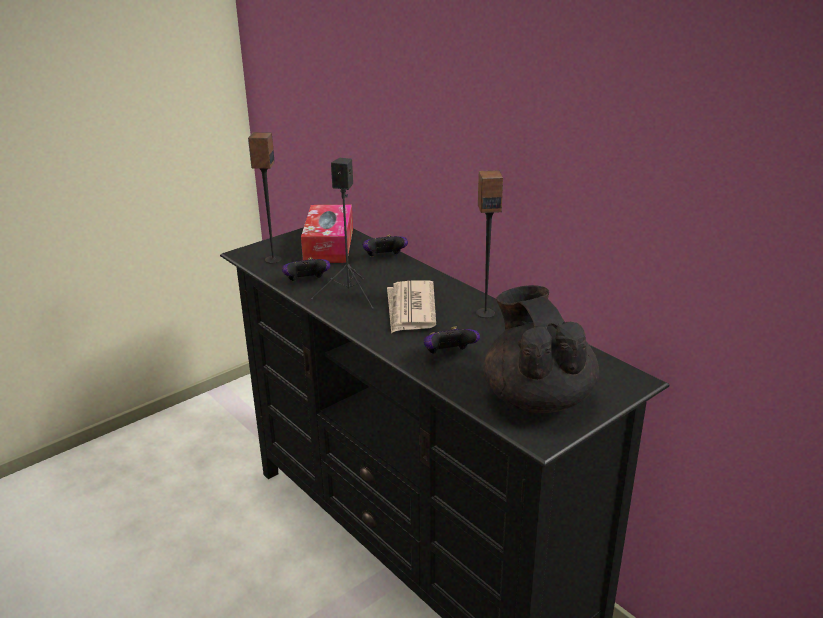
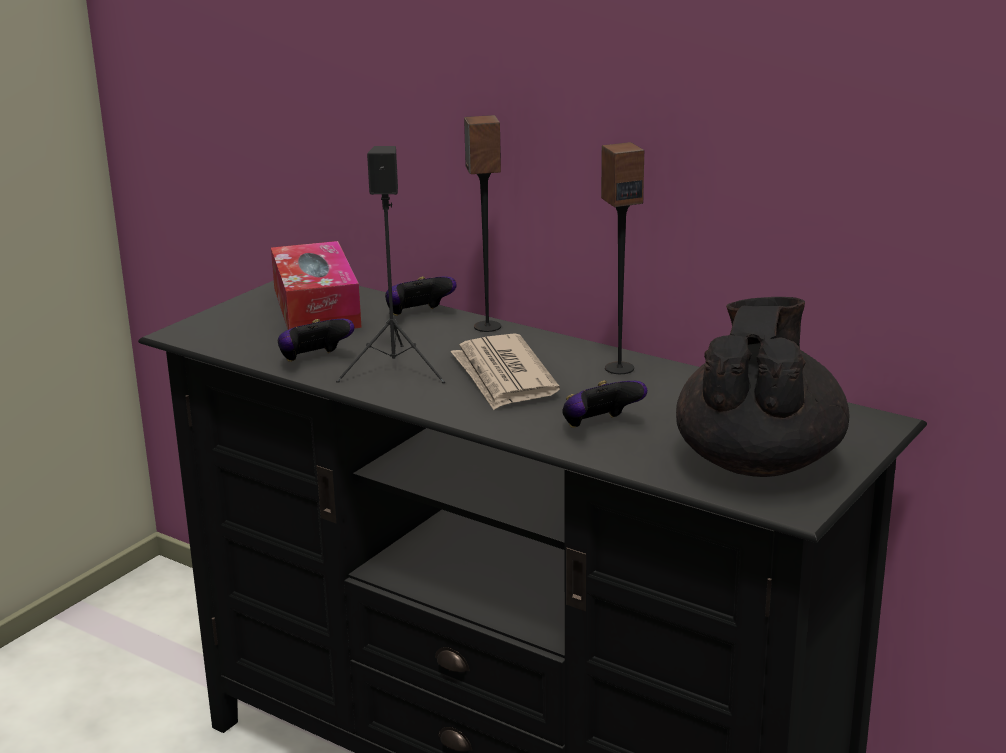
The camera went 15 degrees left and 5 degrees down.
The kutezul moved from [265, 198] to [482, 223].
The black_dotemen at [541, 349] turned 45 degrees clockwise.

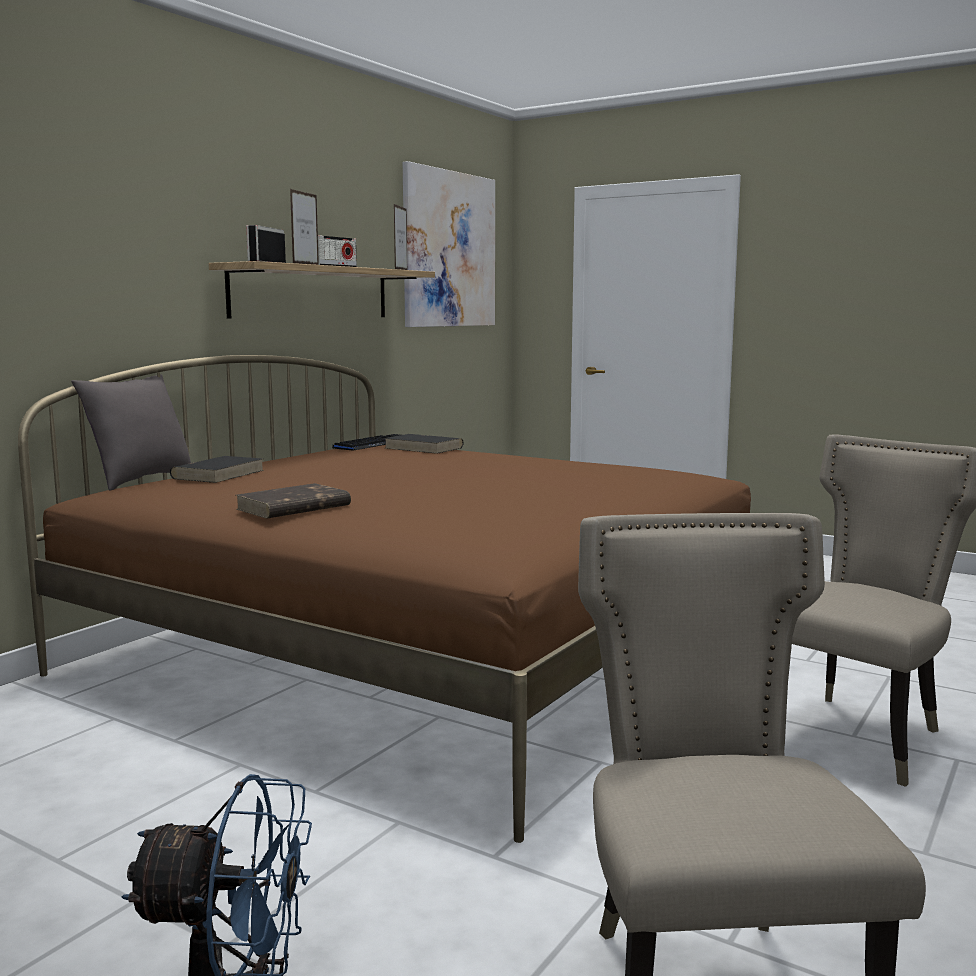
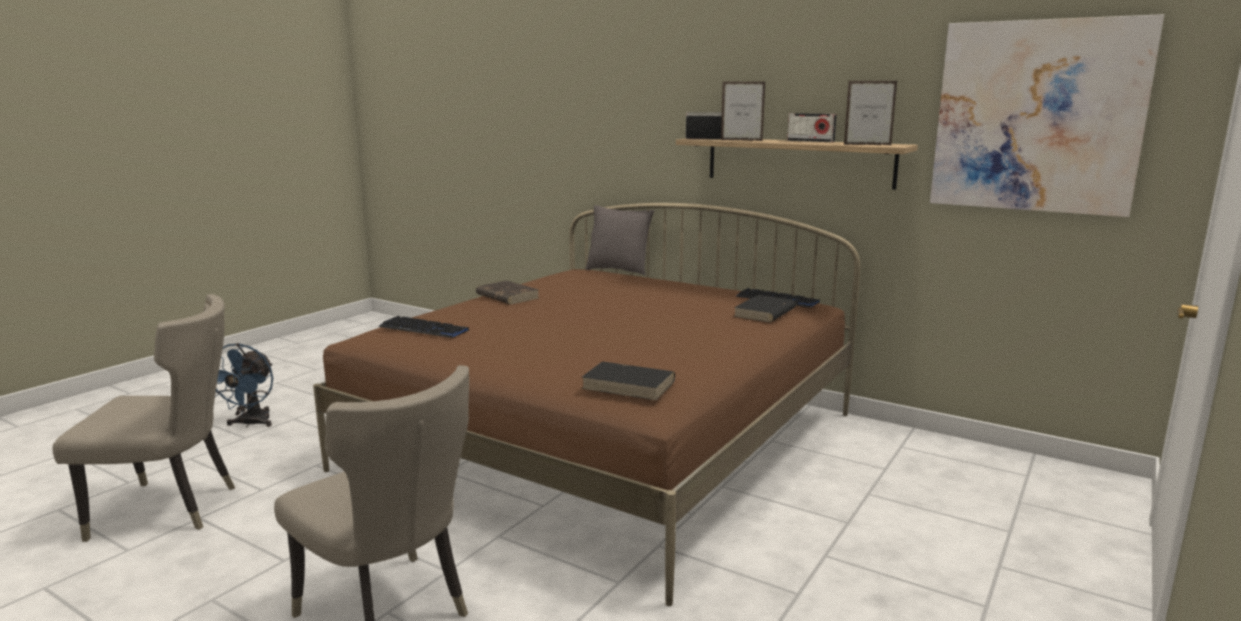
The camera went 90 degrees right and 5 degrees up.
The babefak at [423, 327] appeared.
The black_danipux moved from [217, 469] to [628, 381].

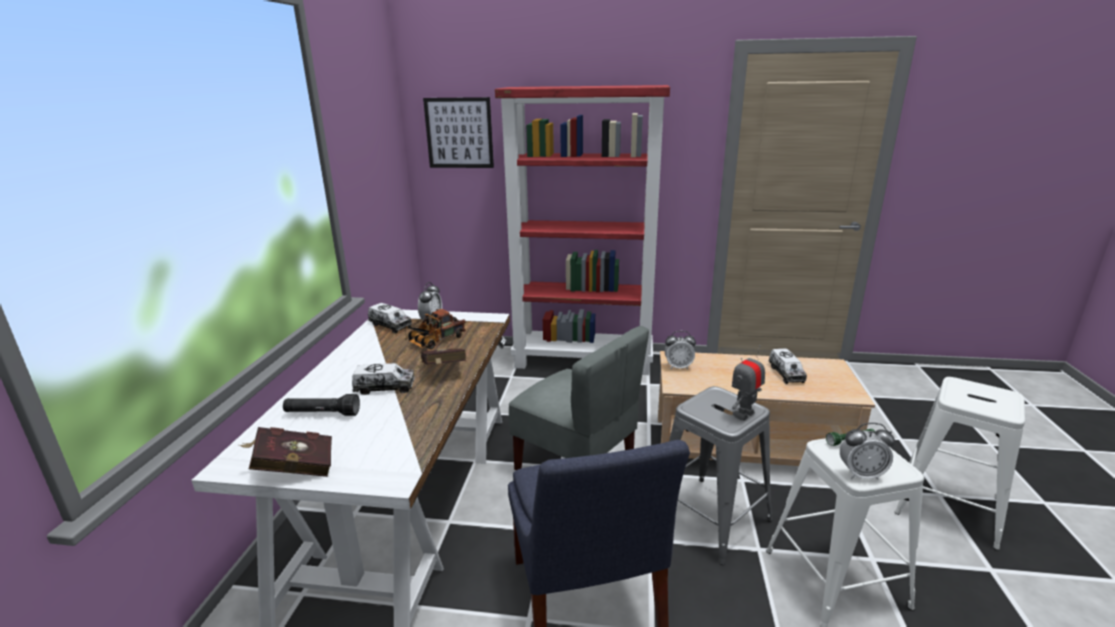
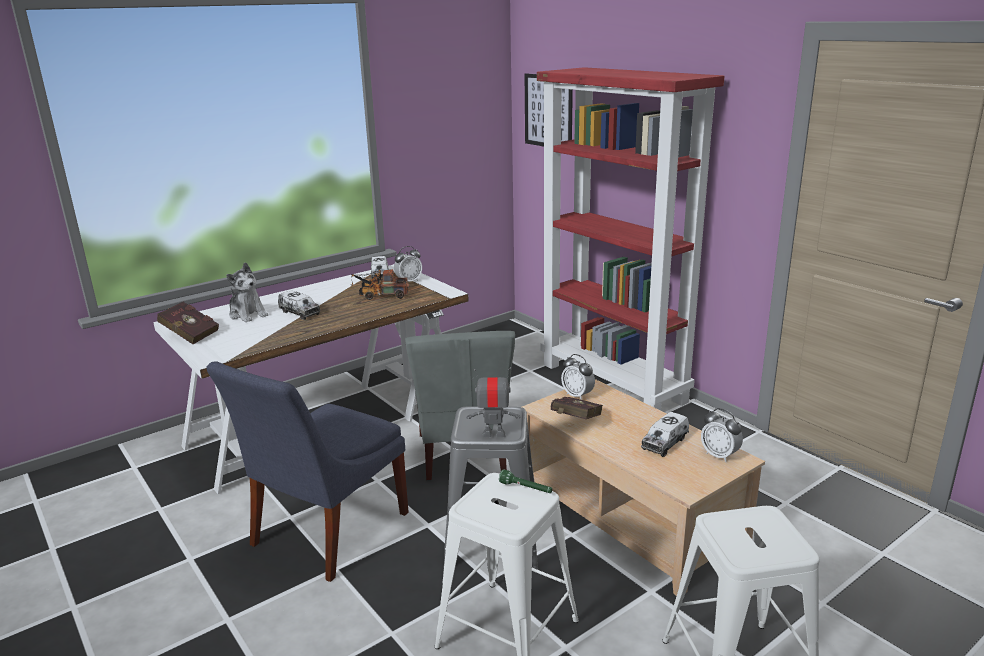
The camera went 45 degrees right and 0 degrees up.
The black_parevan at [321, 405] was replaced by the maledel at [247, 292].
The red_danipux moved from [443, 356] to [577, 408].
The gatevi moved from [867, 451] to [722, 435].

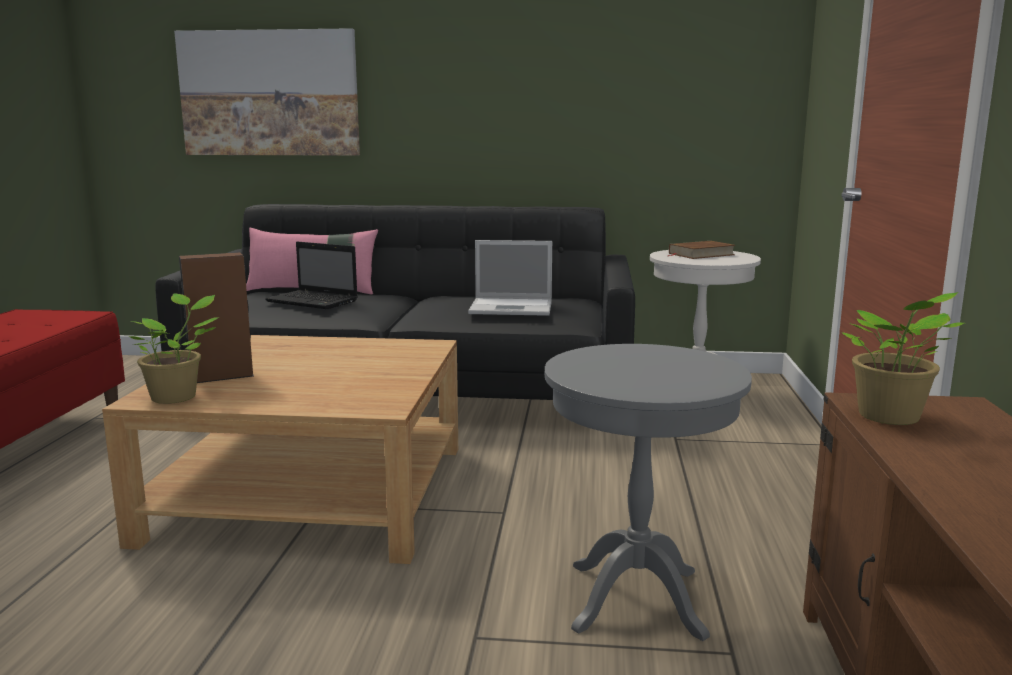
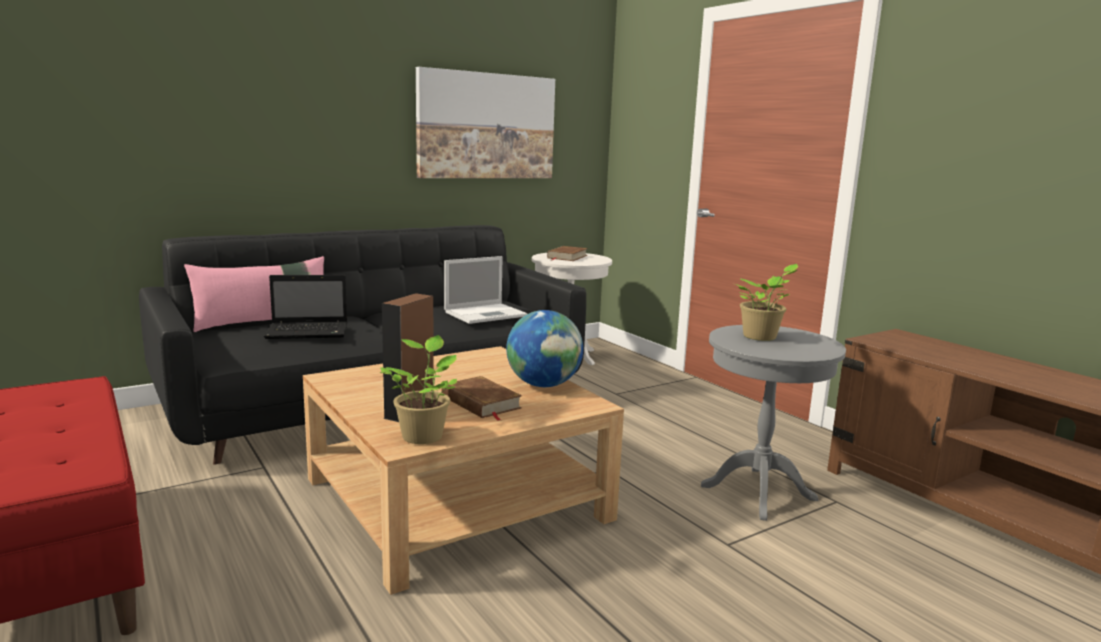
The camera went 40 degrees left and 0 degrees up.
The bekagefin moved from [267, 92] to [485, 122].
The brown_danipux at [481, 398] appeared.
The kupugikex at [544, 348] appeared.
The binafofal moved from [903, 358] to [766, 302].

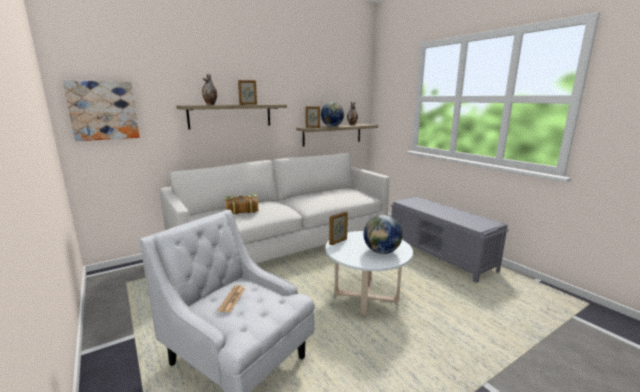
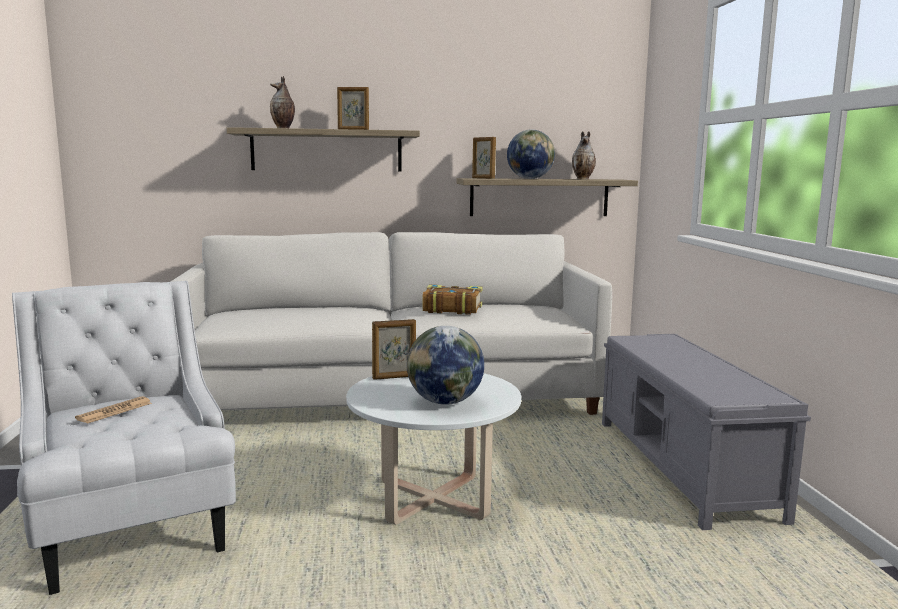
The camera went 25 degrees right and 5 degrees down.
The danipux moved from [241, 204] to [452, 300].
The bekagefin at [101, 110] disappeared.

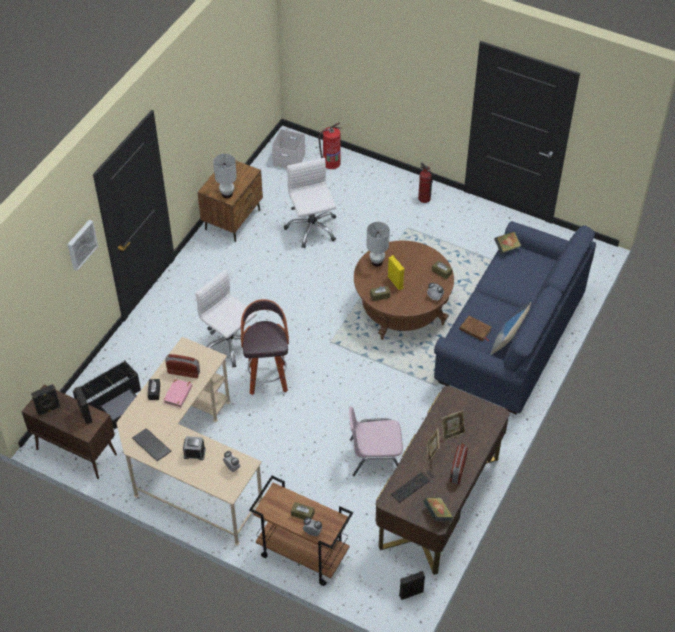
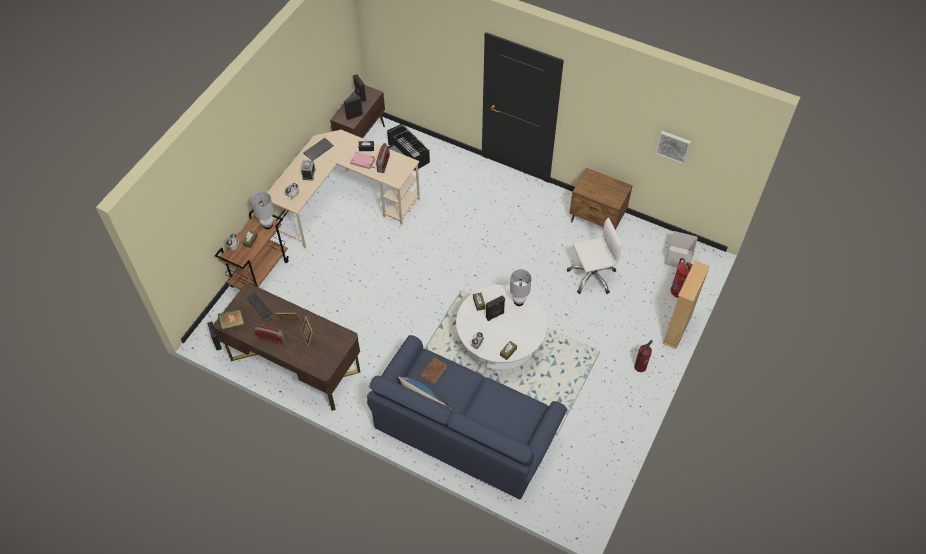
The camera went 90 degrees right and 5 degrees up.
The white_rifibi moved from [225, 176] to [262, 210].
The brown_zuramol at [404, 290] became the white_zuramol at [501, 329].
The yellow_kutezul at [396, 272] became the black_kutezul at [495, 308].
The bekagefin moved from [83, 245] to [673, 147].
The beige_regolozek at [686, 305] appeared.
The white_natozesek at [226, 318] disappeared.
The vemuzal at [265, 347] disappeared.
The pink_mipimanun at [376, 441] disappeared.
The danipux at [507, 242] disappeared.

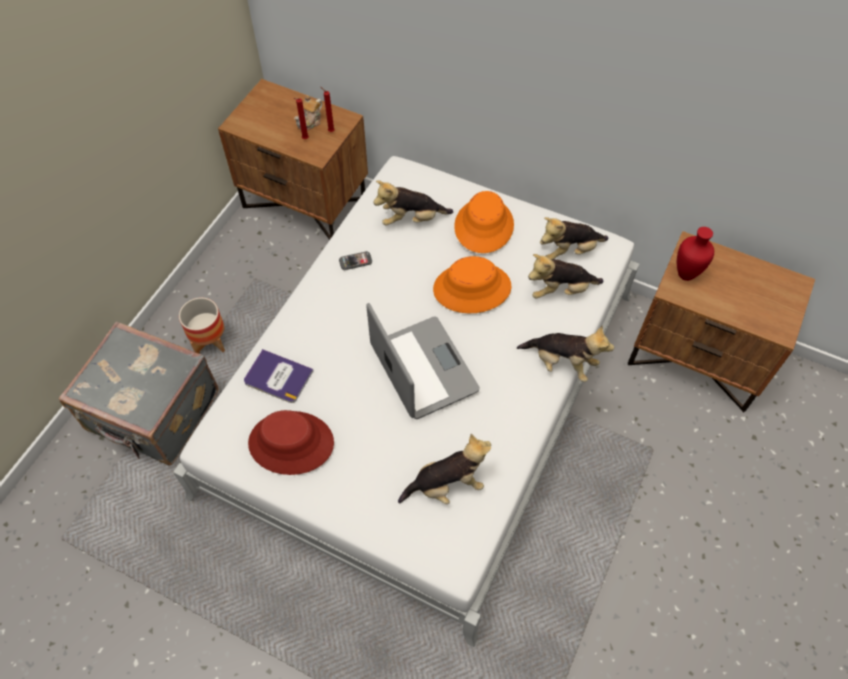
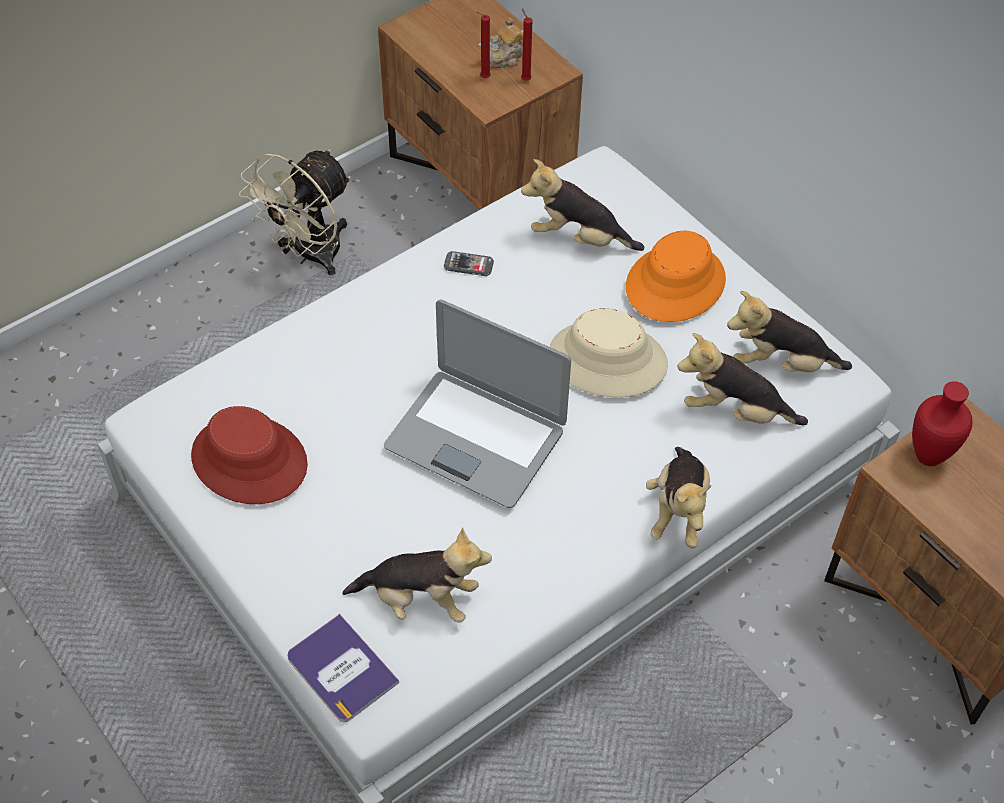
The camera went 25 degrees right and 5 degrees down.
The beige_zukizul at [295, 212] appeared.
The danipux moved from [279, 376] to [343, 668].
The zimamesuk at [423, 361] turned 120 degrees clockwise.
The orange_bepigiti at [472, 284] became the beige_bepigiti at [609, 352].
The maledel at [565, 354] turned 45 degrees clockwise.
The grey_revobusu at [139, 393] disappeared.
The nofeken at [202, 325] disappeared.

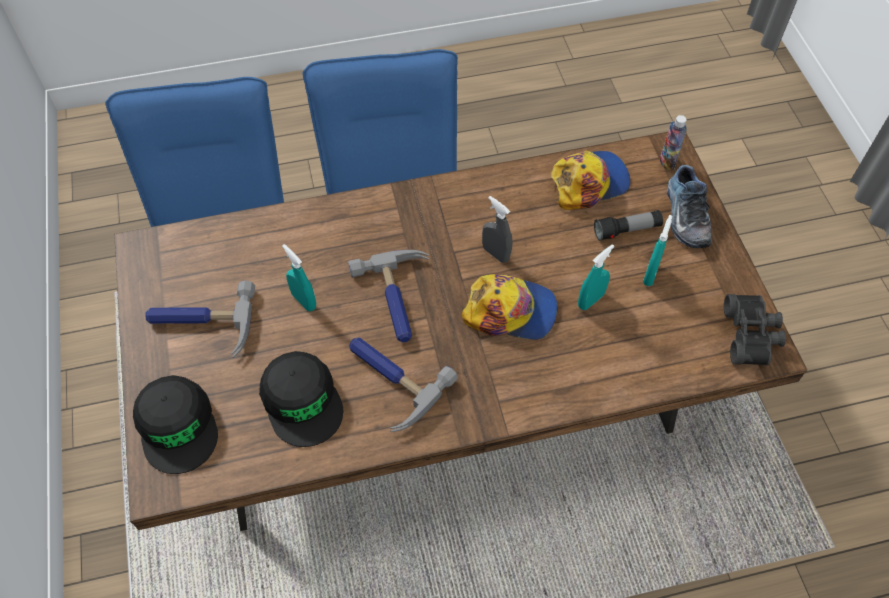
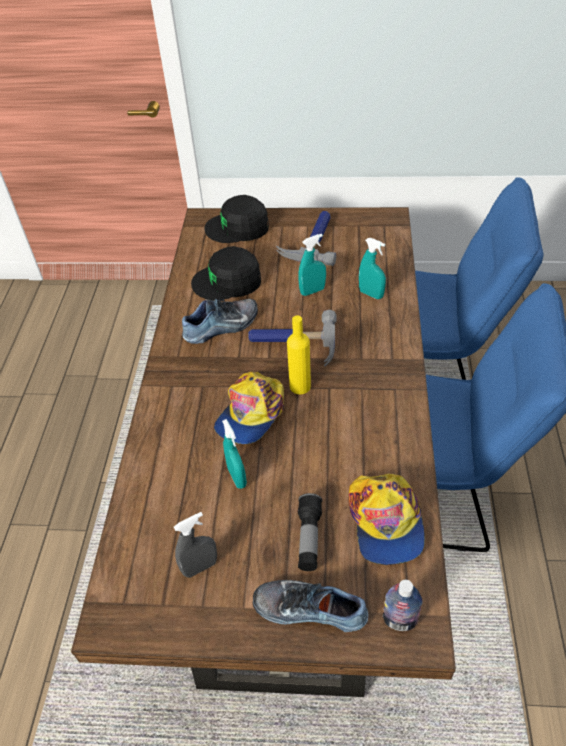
The camera went 110 degrees right and 10 degrees down.
The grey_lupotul moved from [497, 229] to [195, 545].
The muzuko at [403, 384] was replaced by the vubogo at [220, 321].
The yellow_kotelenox at [299, 354] appeared.
The turquoise_lupotul moved from [657, 250] to [372, 268].
The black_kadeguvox at [755, 330] disappeared.

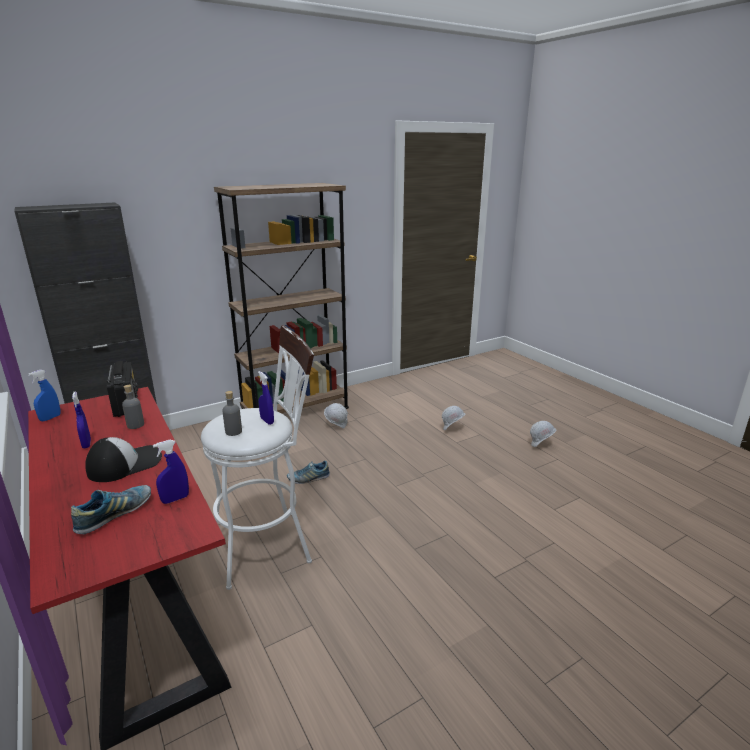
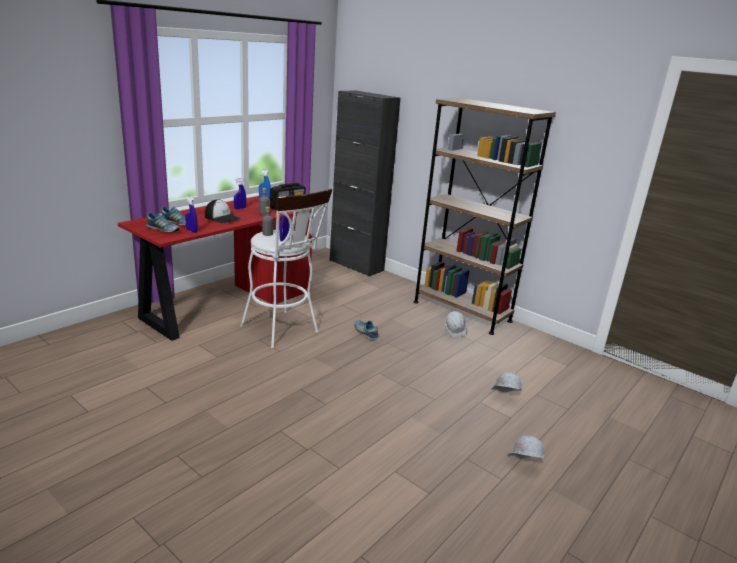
The camera went 70 degrees right and 0 degrees up.
The vubogo at [163, 222] appeared.

